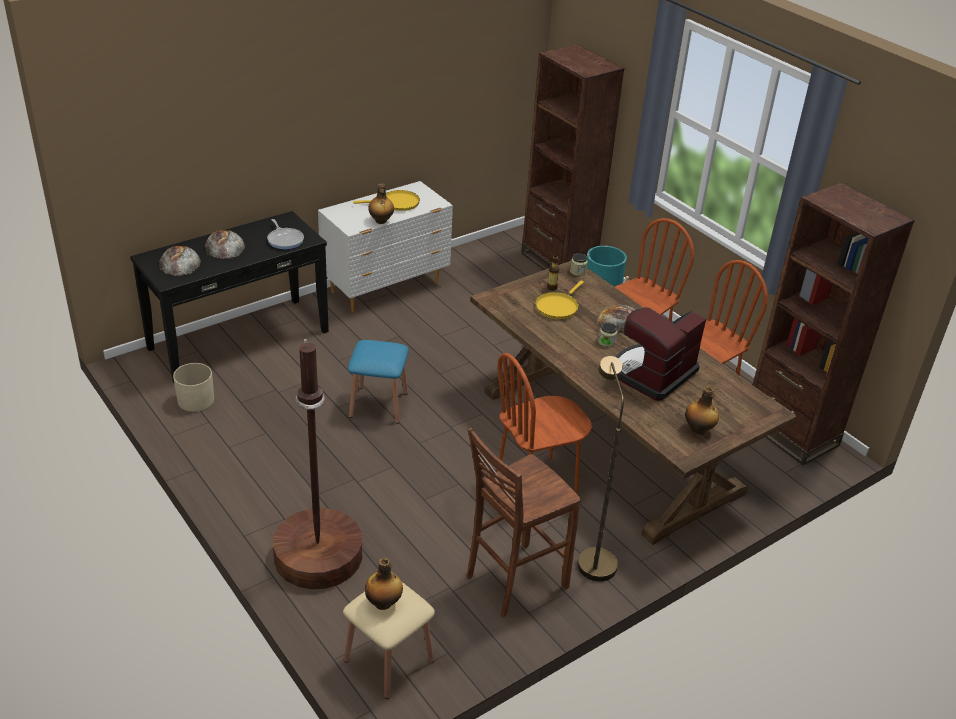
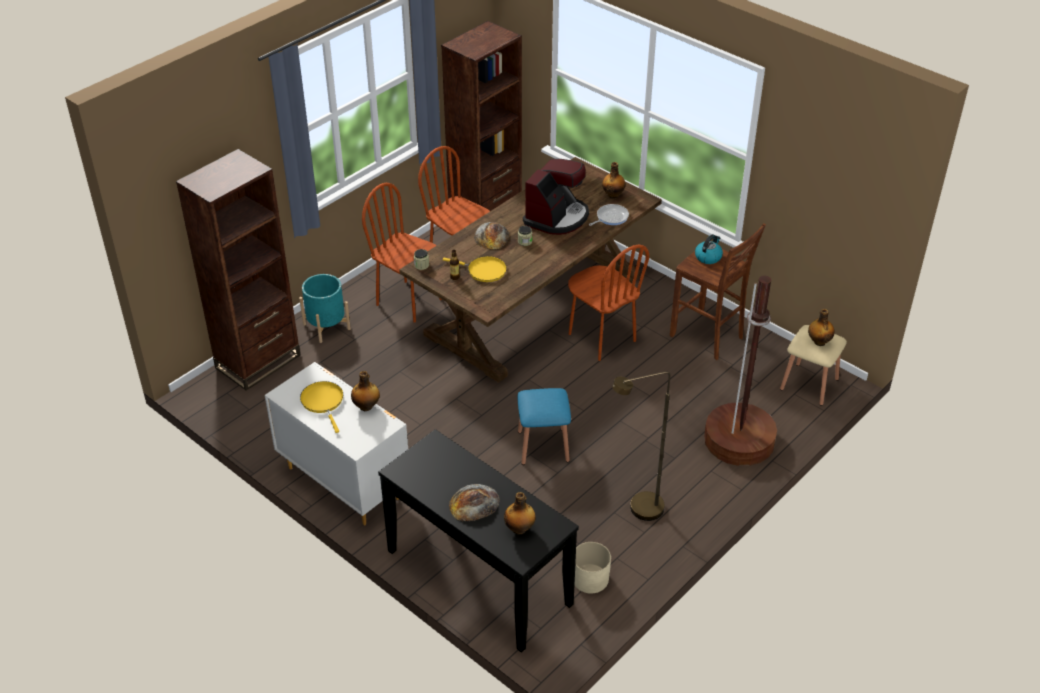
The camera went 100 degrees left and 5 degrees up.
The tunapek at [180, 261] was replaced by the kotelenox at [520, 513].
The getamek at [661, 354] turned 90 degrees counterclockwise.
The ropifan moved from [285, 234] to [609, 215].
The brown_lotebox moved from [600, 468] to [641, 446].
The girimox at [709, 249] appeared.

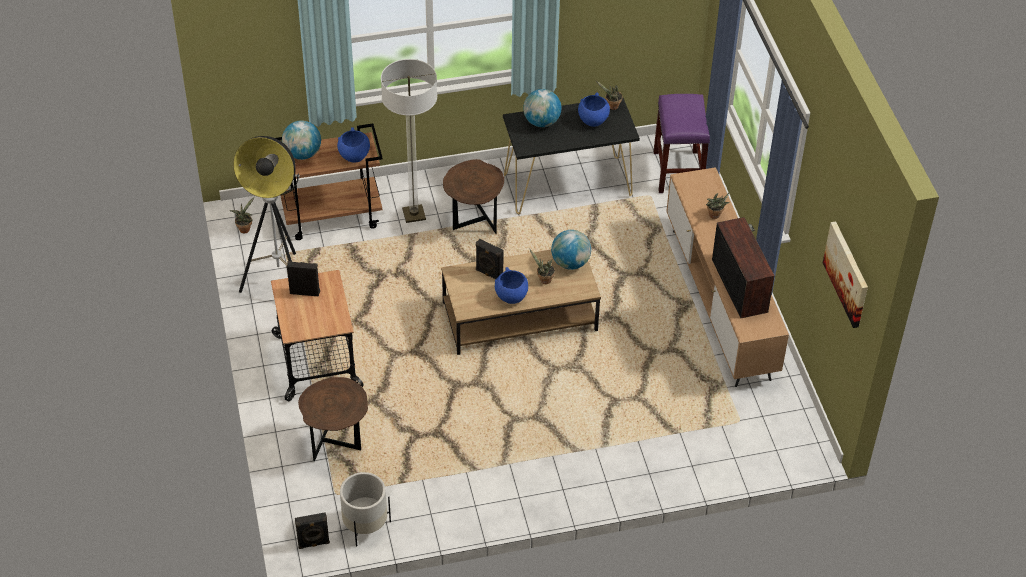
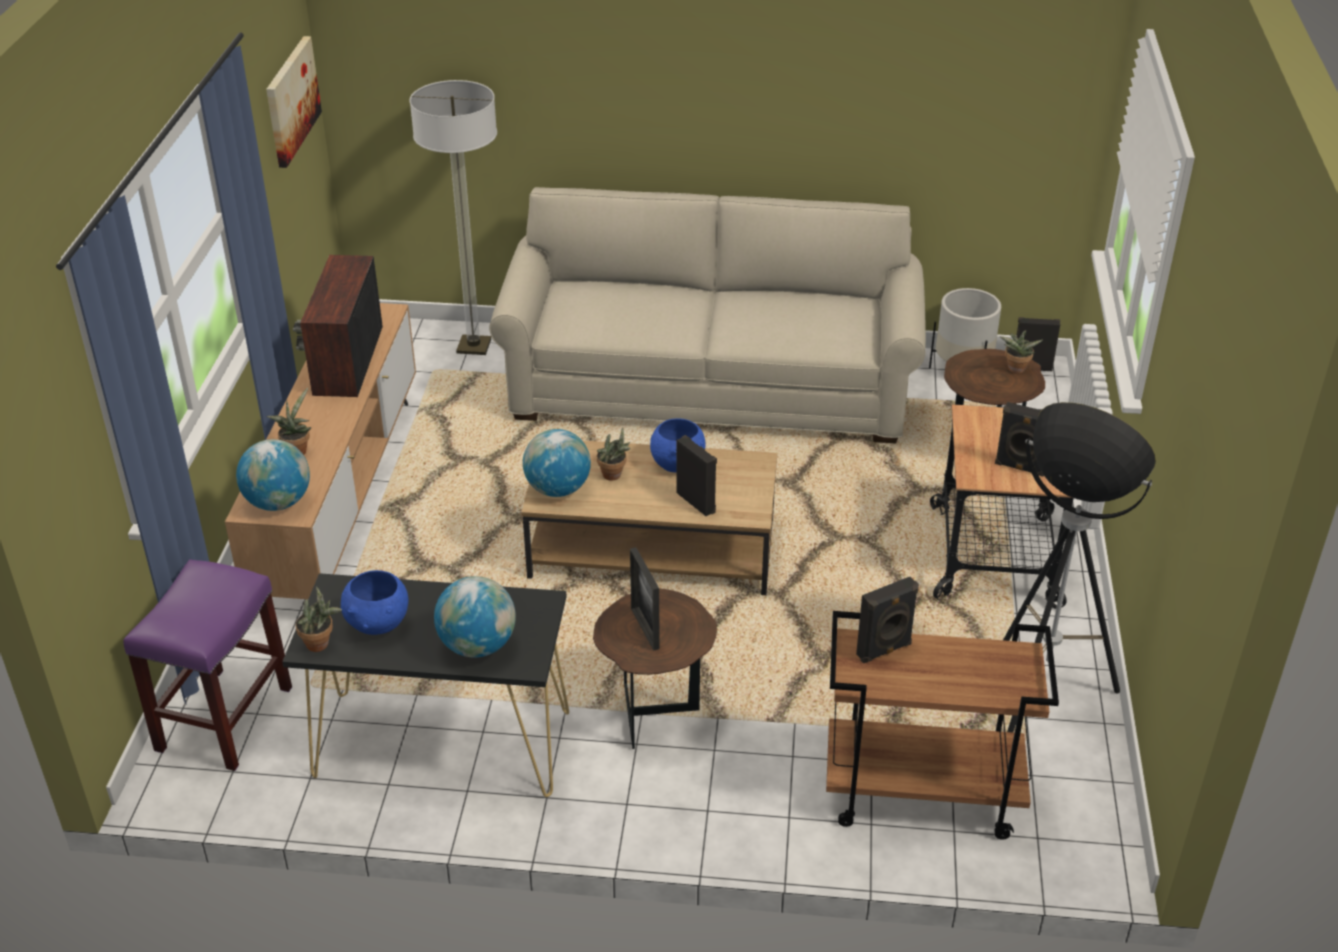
The camera went 160 degrees left and 10 degrees down.
The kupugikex moved from [301, 140] to [273, 475].
The lotebox moved from [409, 141] to [453, 217].
The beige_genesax at [707, 315] appeared.
The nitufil at [645, 599] appeared.
The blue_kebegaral at [353, 145] was replaced by the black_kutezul at [887, 620].
The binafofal moved from [242, 215] to [1021, 352].

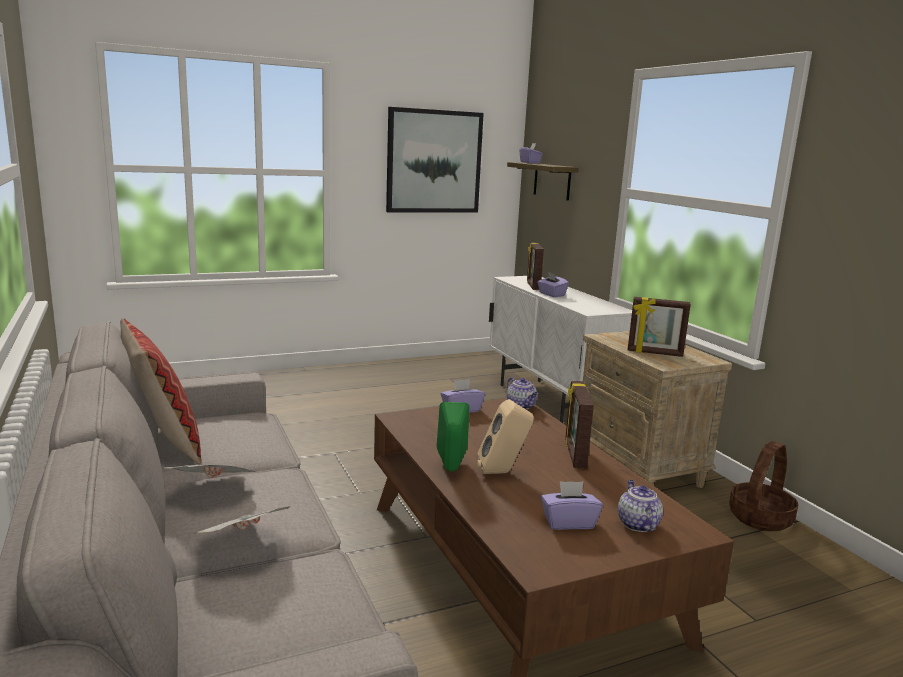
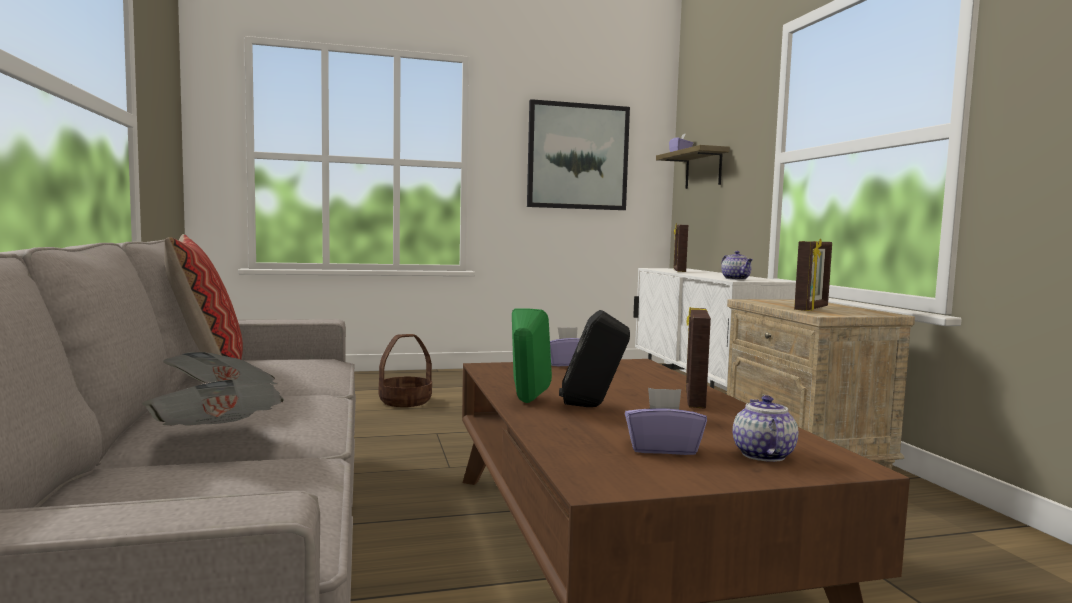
The camera went 10 degrees right and 10 degrees down.
The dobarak moved from [764, 486] to [405, 370].
The beige_kutezul at [505, 436] became the black_kutezul at [594, 358].
The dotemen moved from [522, 393] to [737, 265].
The nitufil at [659, 327] turned 75 degrees counterclockwise.
The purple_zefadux at [553, 284] disappeared.

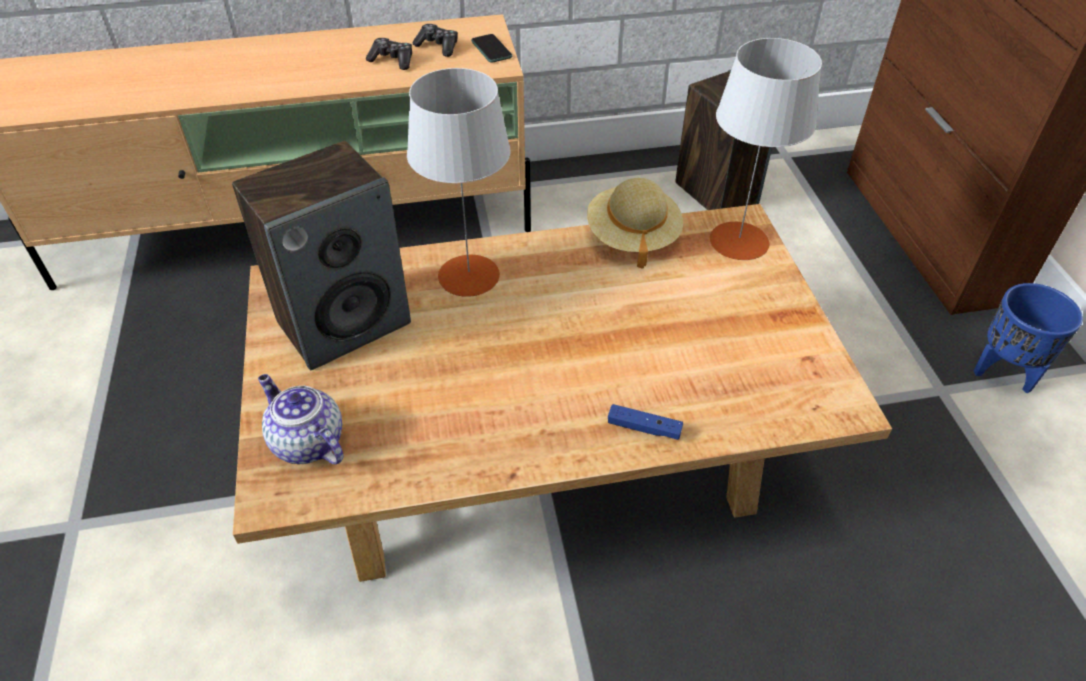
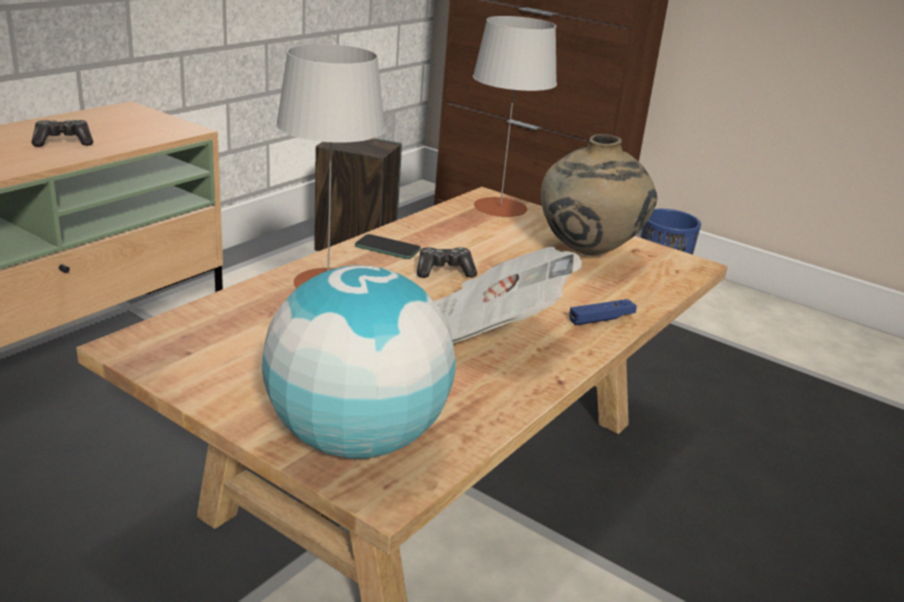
The camera went 45 degrees left and 20 degrees down.
The dotemen at [301, 419] was replaced by the kupugikex at [359, 362].
The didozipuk moved from [491, 48] to [388, 246].
The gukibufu moved from [435, 40] to [447, 262].
The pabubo at [508, 295] appeared.
The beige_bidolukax at [599, 194] appeared.
The kutezul at [321, 255] disappeared.
The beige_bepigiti at [635, 223] disappeared.

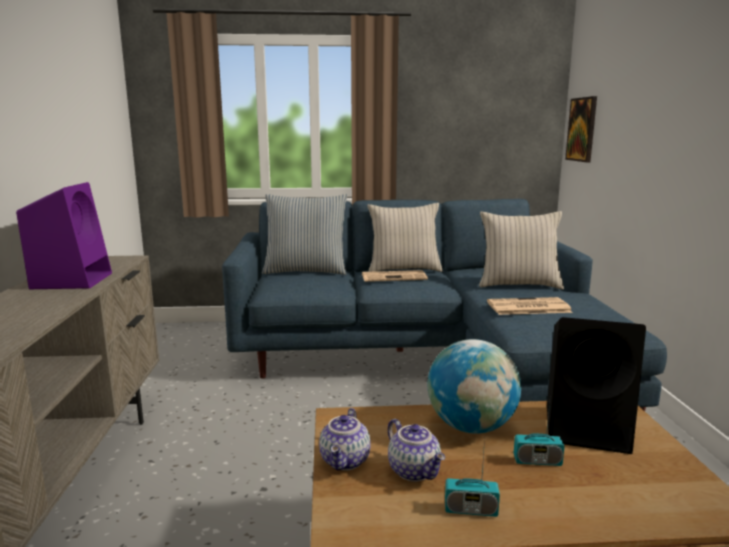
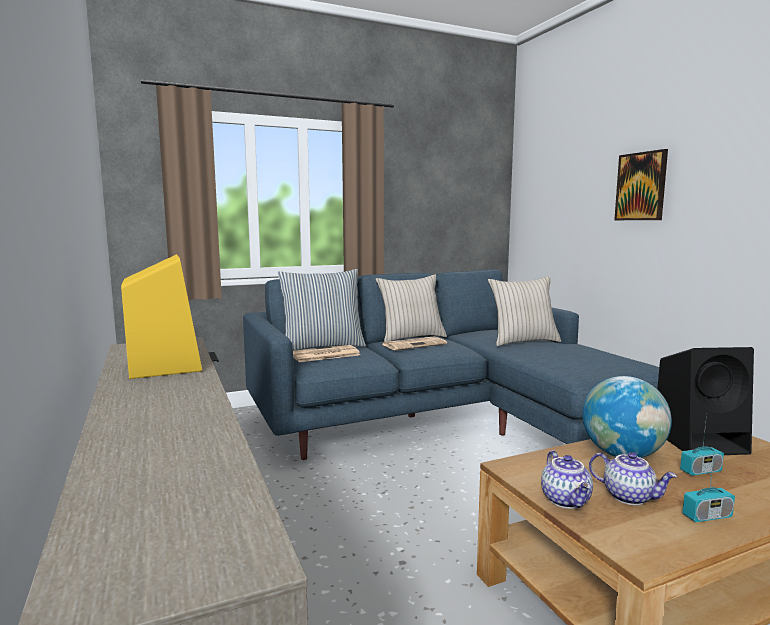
The camera went 20 degrees left and 5 degrees down.
The purple_kutezul at [64, 235] became the yellow_kutezul at [161, 316].
The pabubo moved from [530, 306] to [326, 353].
The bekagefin moved from [581, 129] to [641, 184].

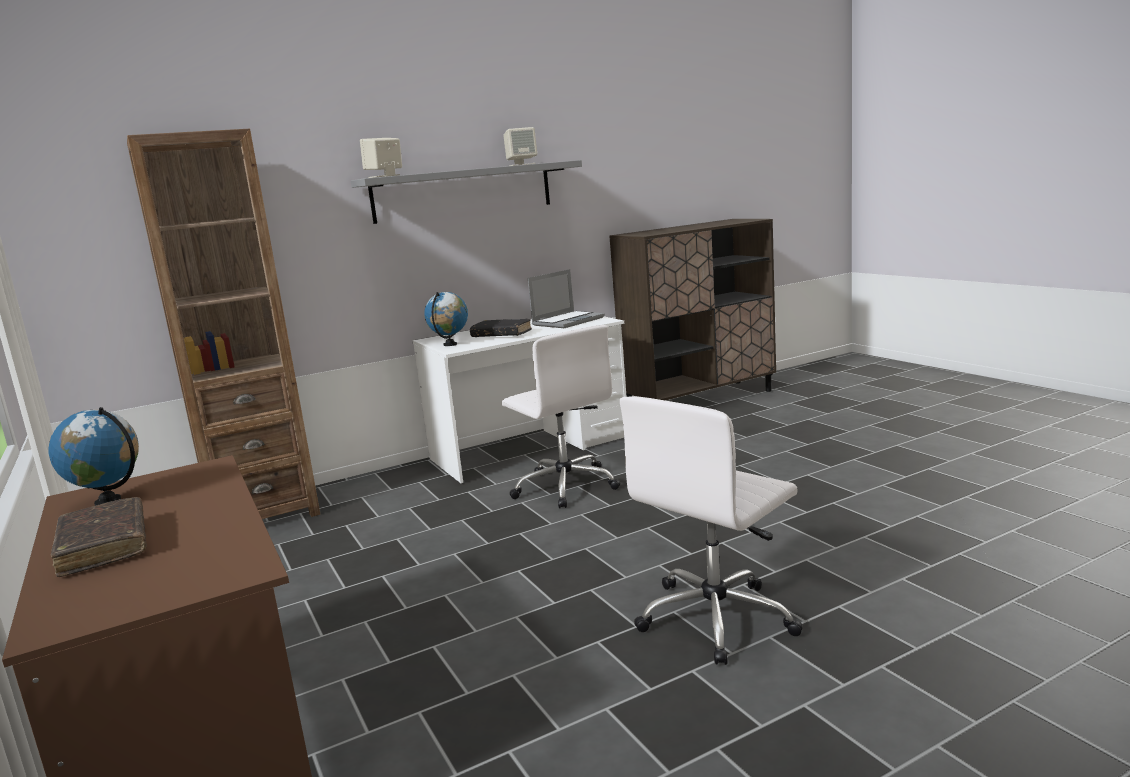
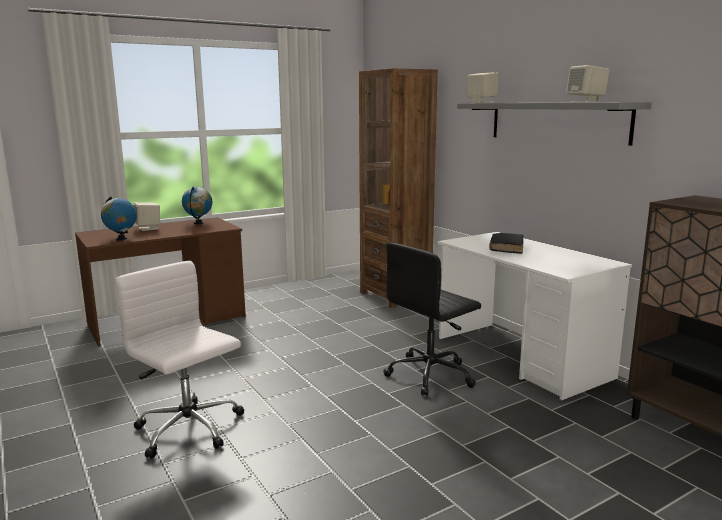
The camera went 85 degrees right and 0 degrees up.
The kupugikex moved from [446, 319] to [119, 218].
The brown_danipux at [99, 537] was replaced by the beige_kutezul at [146, 216].
The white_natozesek at [561, 416] became the black_natozesek at [432, 319].
The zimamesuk at [566, 298] disappeared.

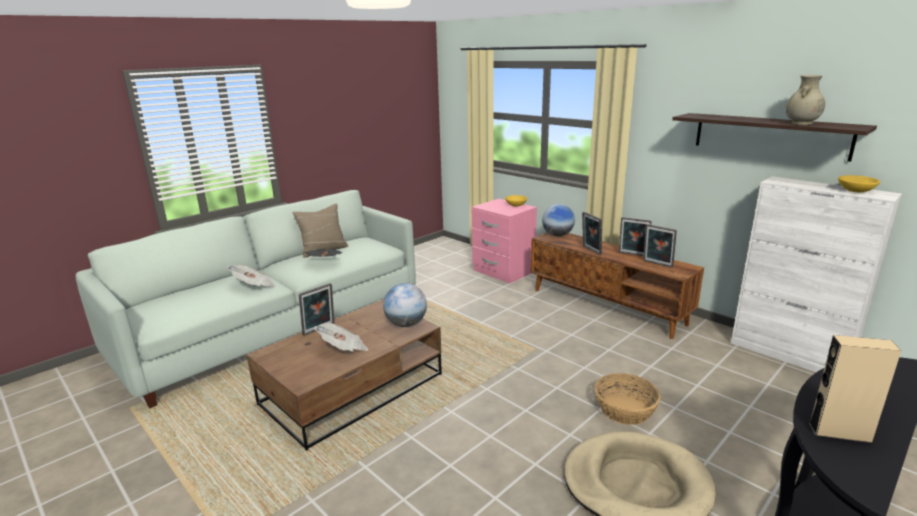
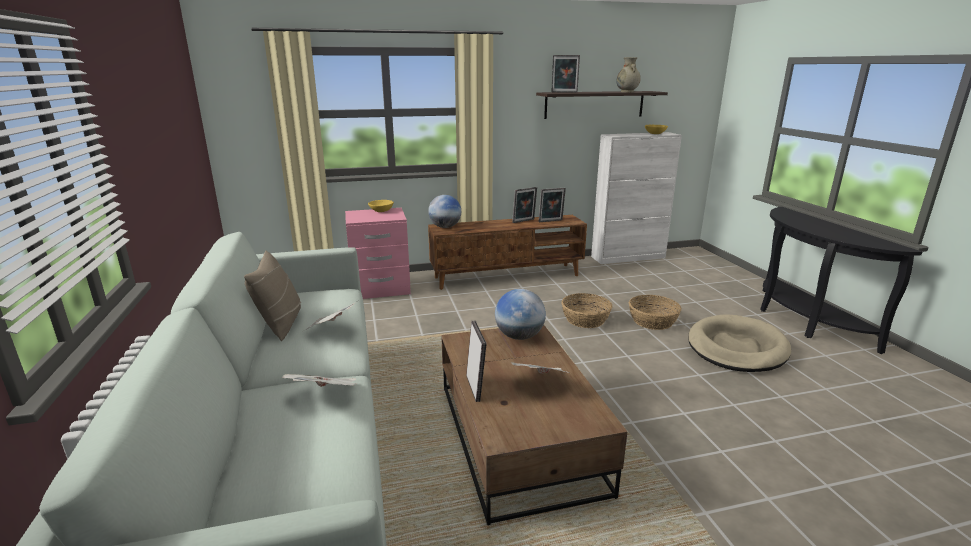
The camera went 60 degrees left and 0 degrees up.
The nitufil moved from [592, 233] to [565, 73].
The dobarak at [586, 310] appeared.
The beige_kutezul at [855, 389] disappeared.

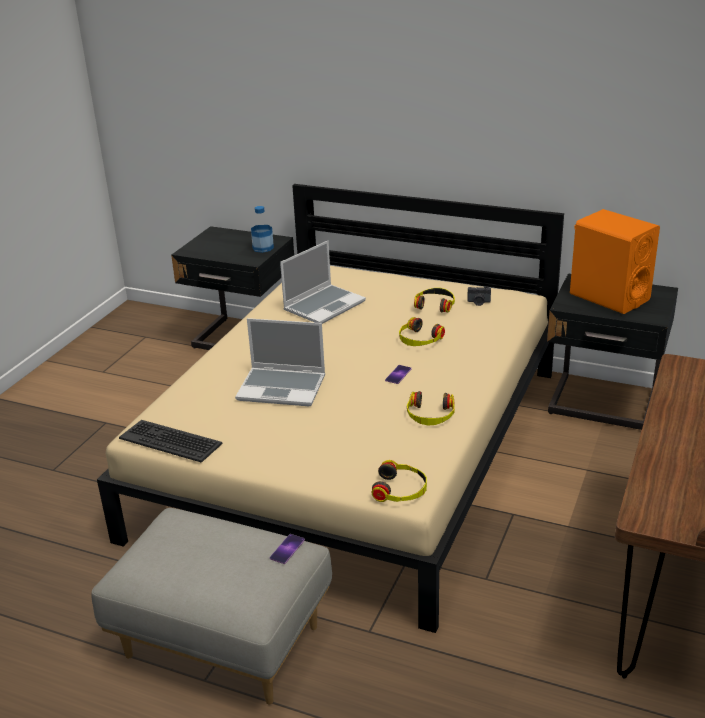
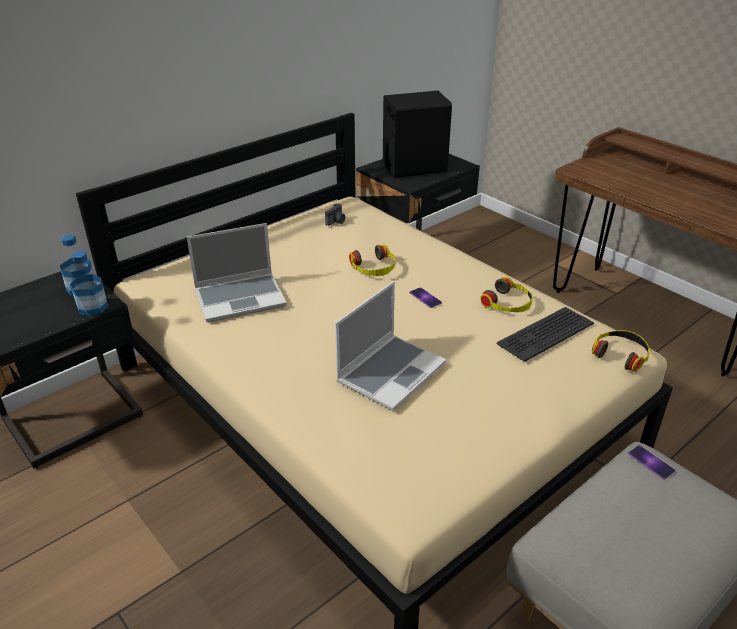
The camera went 65 degrees left and 5 degrees up.
The kotelenox at [89, 283] appeared.
The zimamesuk at [323, 282] turned 90 degrees clockwise.
The orange_kutezul at [615, 261] became the black_kutezul at [417, 134].
The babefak moved from [170, 441] to [545, 334].
The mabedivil at [434, 300] disappeared.

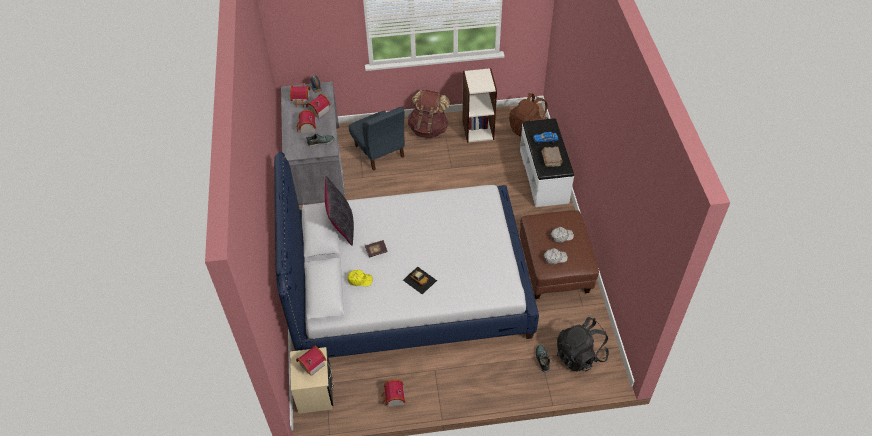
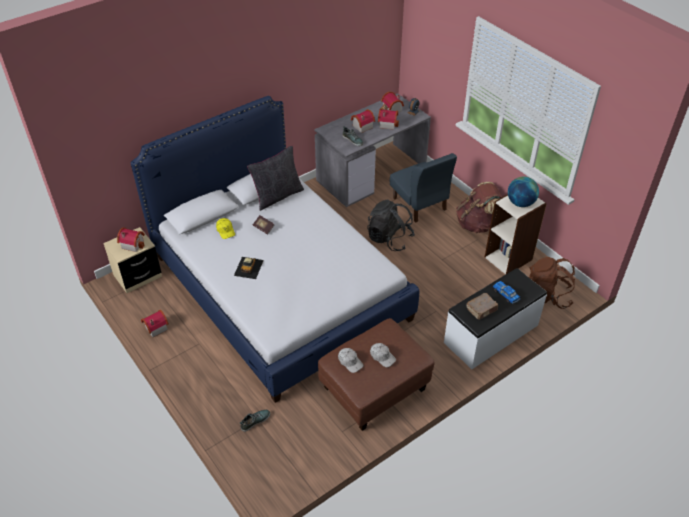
The camera went 60 degrees right and 5 degrees down.
The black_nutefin moved from [583, 344] to [391, 225].
The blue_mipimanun at [377, 139] turned 60 degrees counterclockwise.
The kupugikex at [523, 191] appeared.

